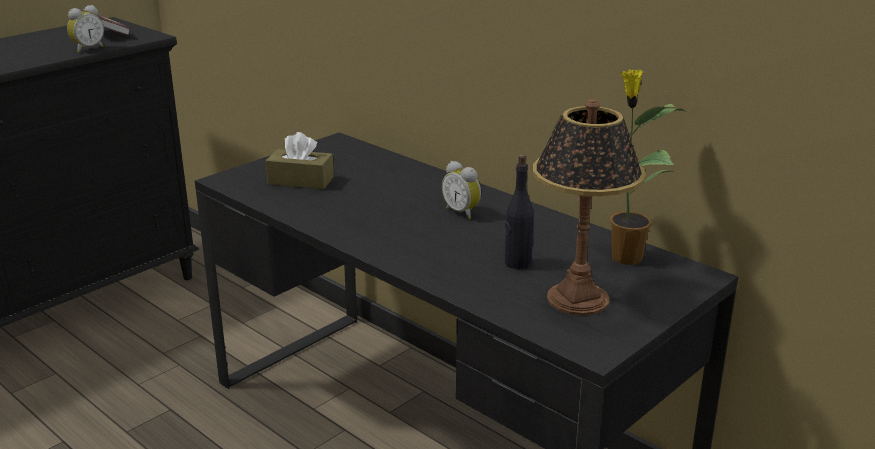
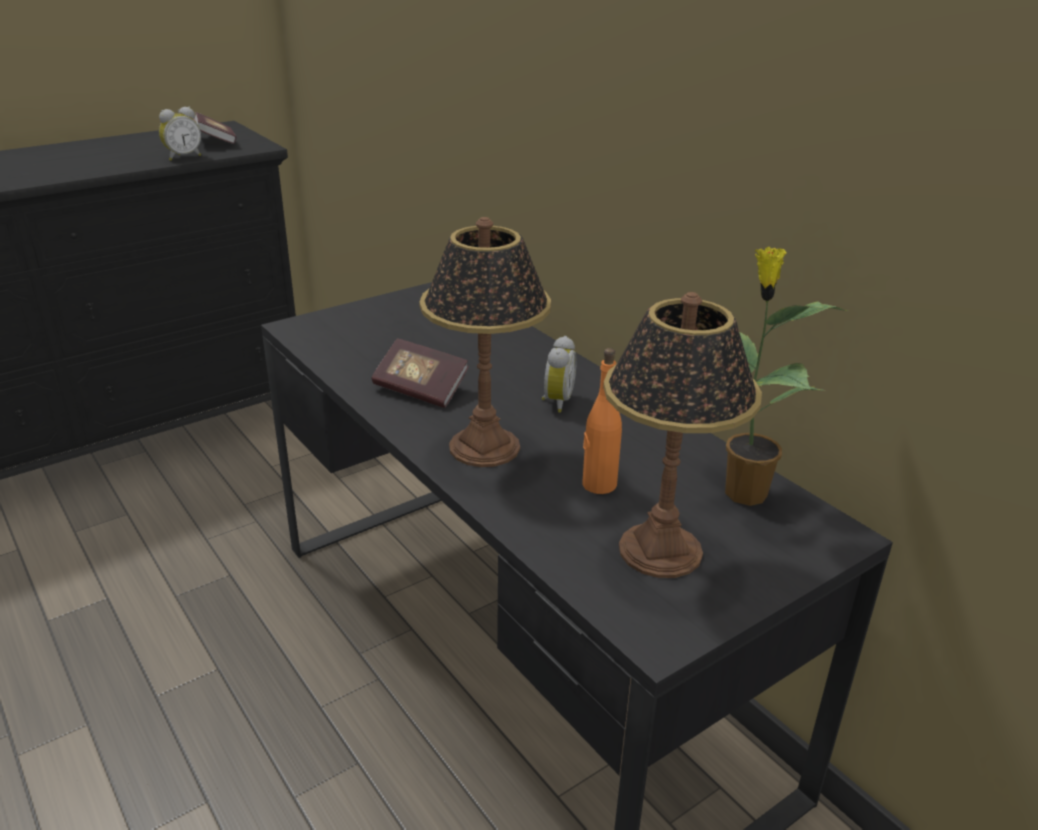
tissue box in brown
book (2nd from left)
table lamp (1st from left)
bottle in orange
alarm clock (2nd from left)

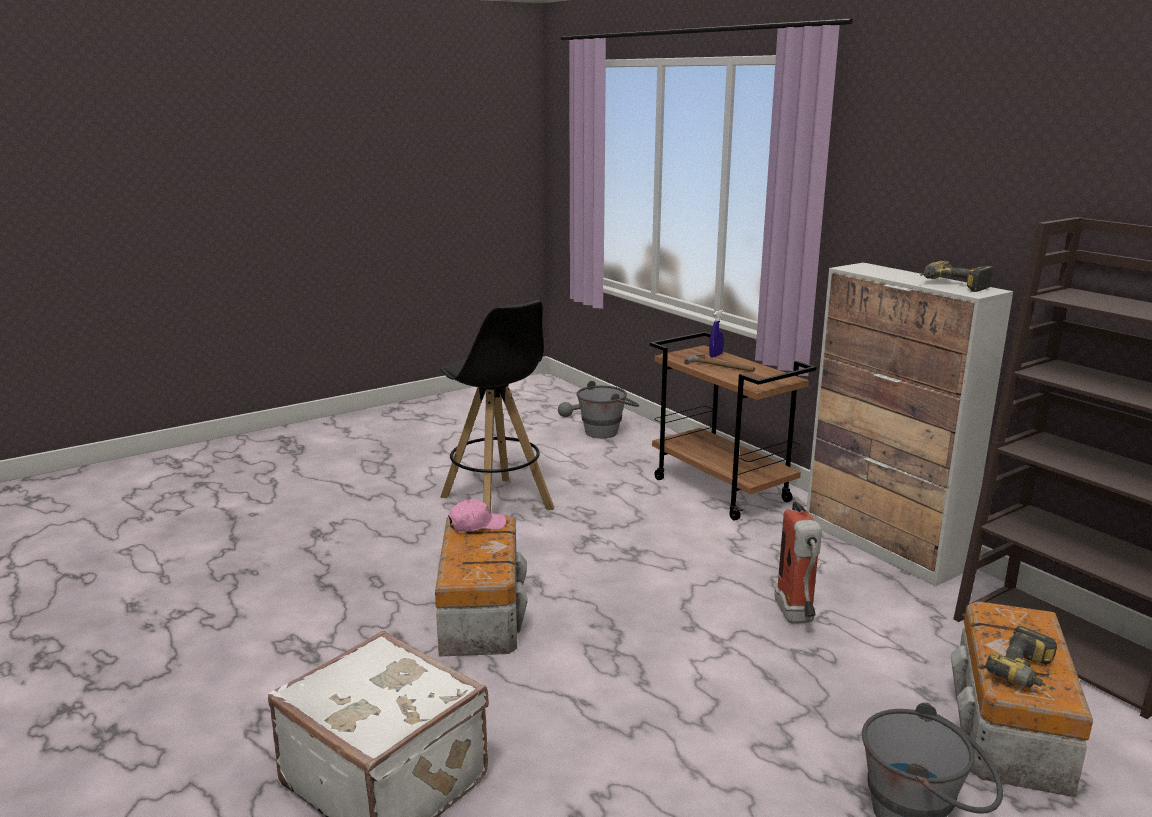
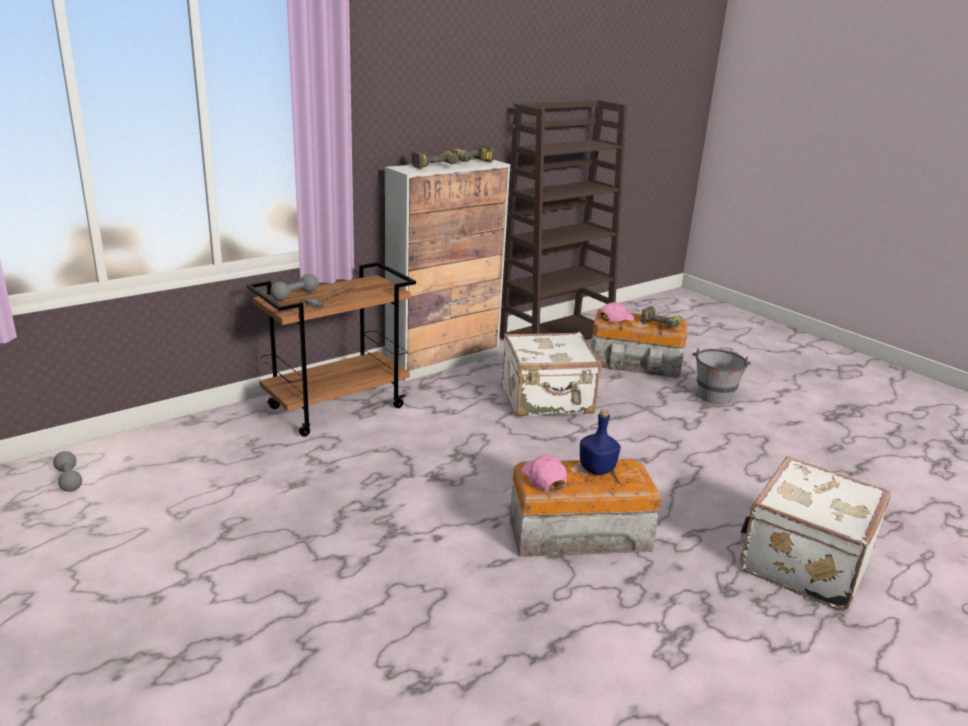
stool in black
bucket in grey (1st from left in the first image)
power drill (1st from left)
bottle in blue
cap in pink (2nd from left)
dumbbell in grey (2nd from left)
suitcase in white (1st from left)

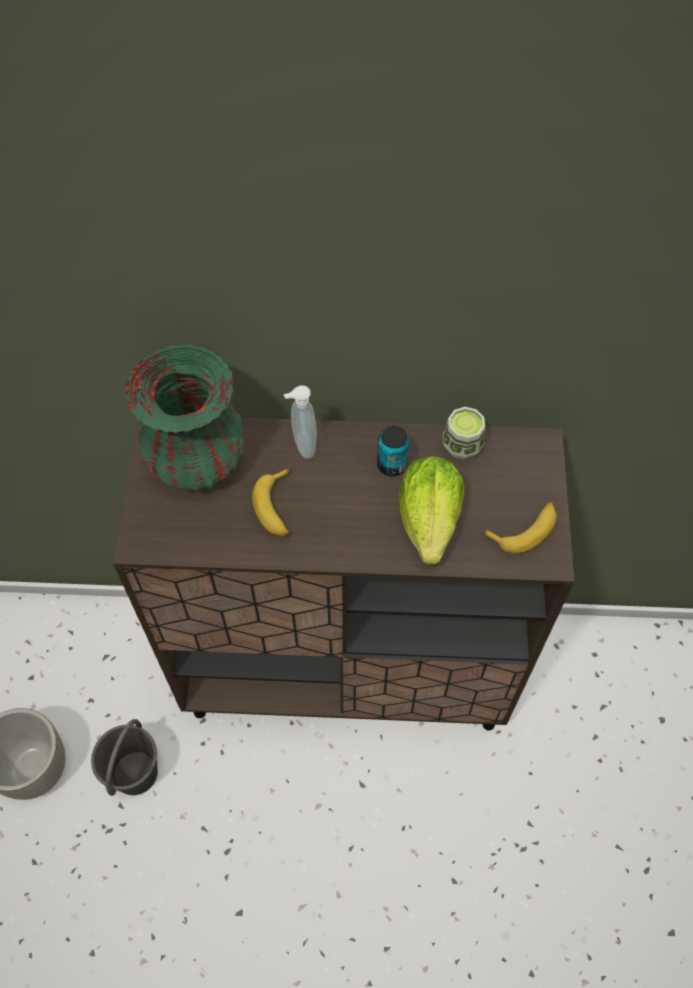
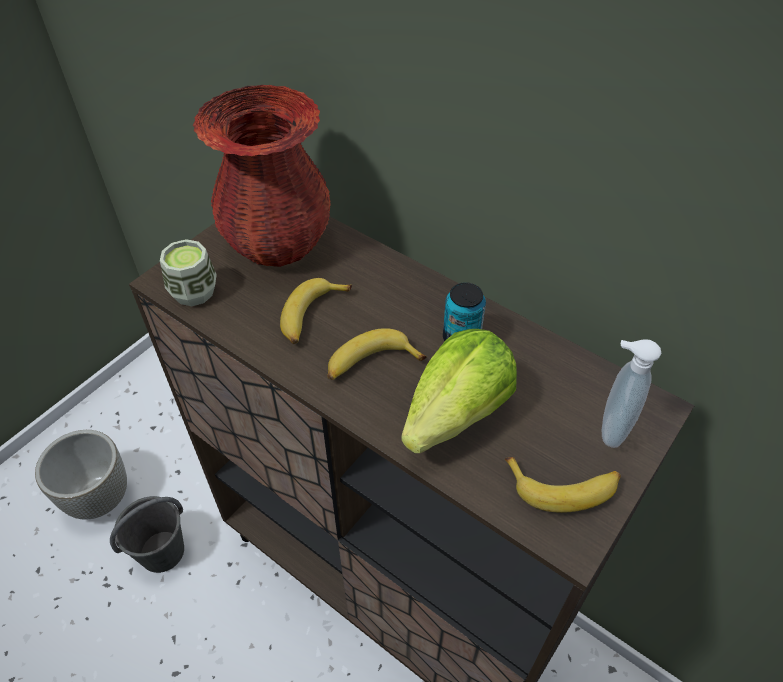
banana (2nd from left)
soap dispenser
cup
vase in red

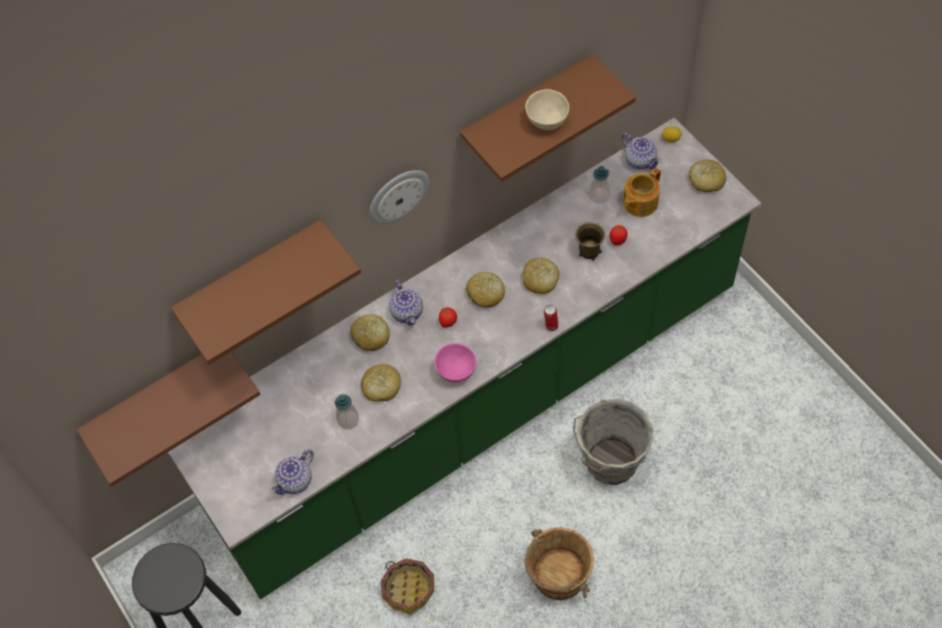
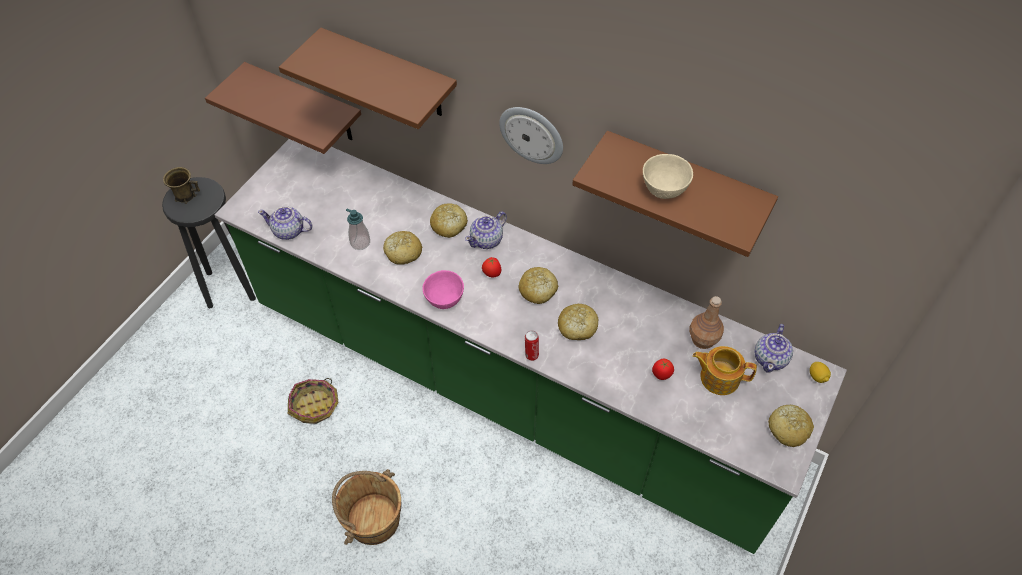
bucket in grey
mug in brown
bottle in brown

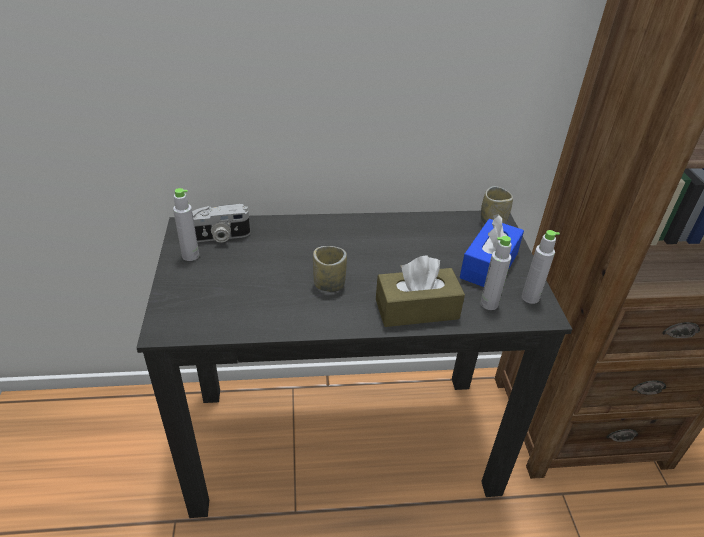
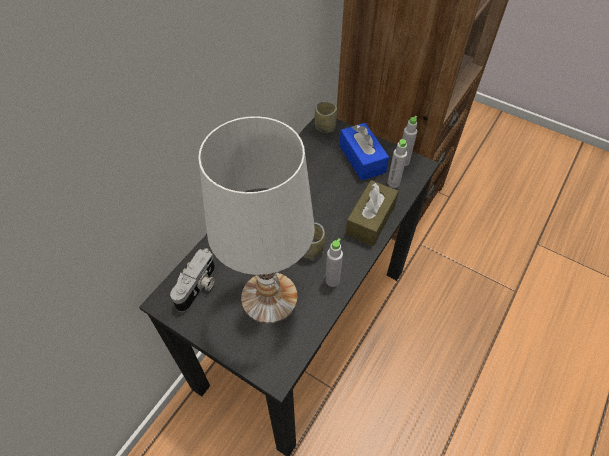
table lamp in white
bottle in grey (1st from left)

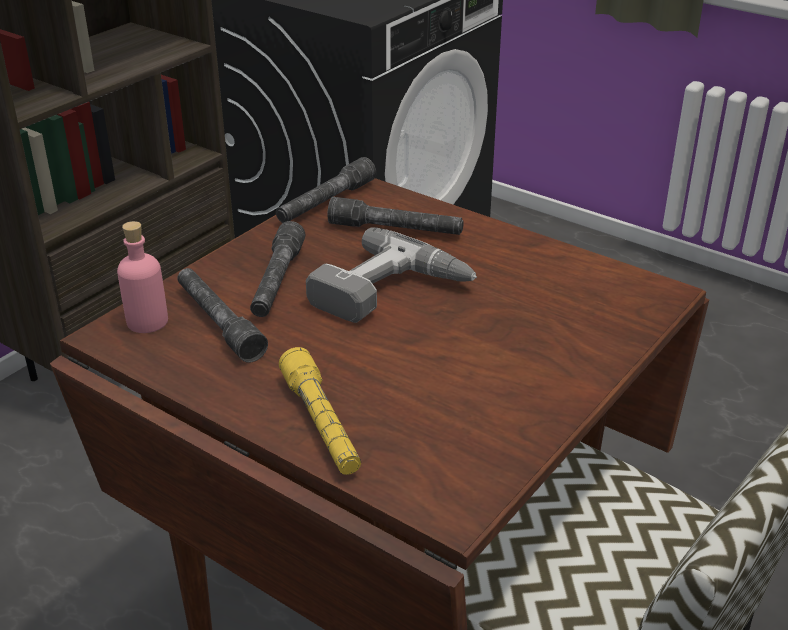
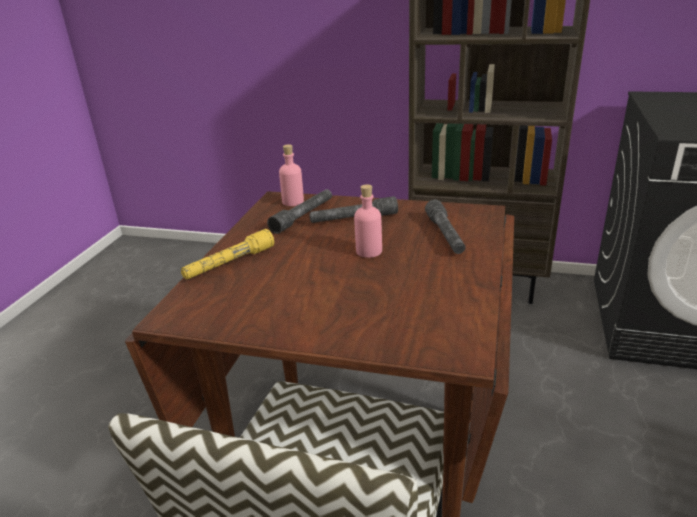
flashlight in grey (3rd from left in the first image)
bottle in pink (2nd from left)

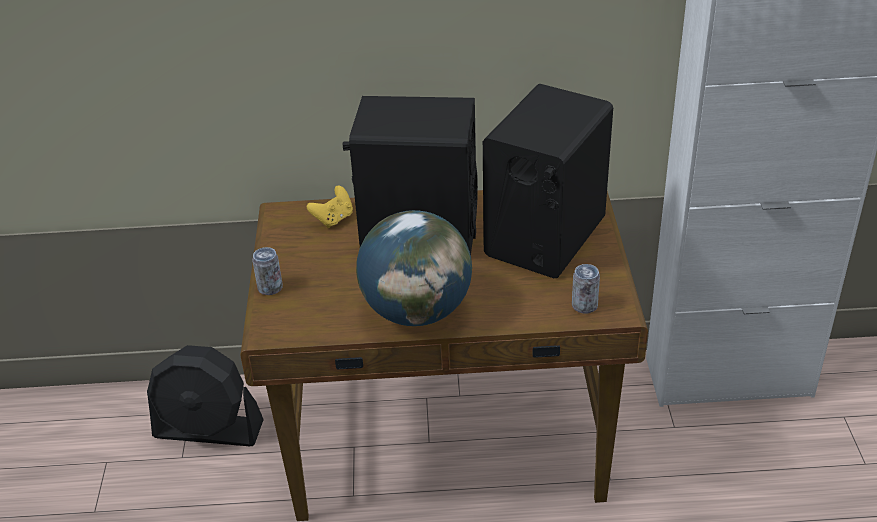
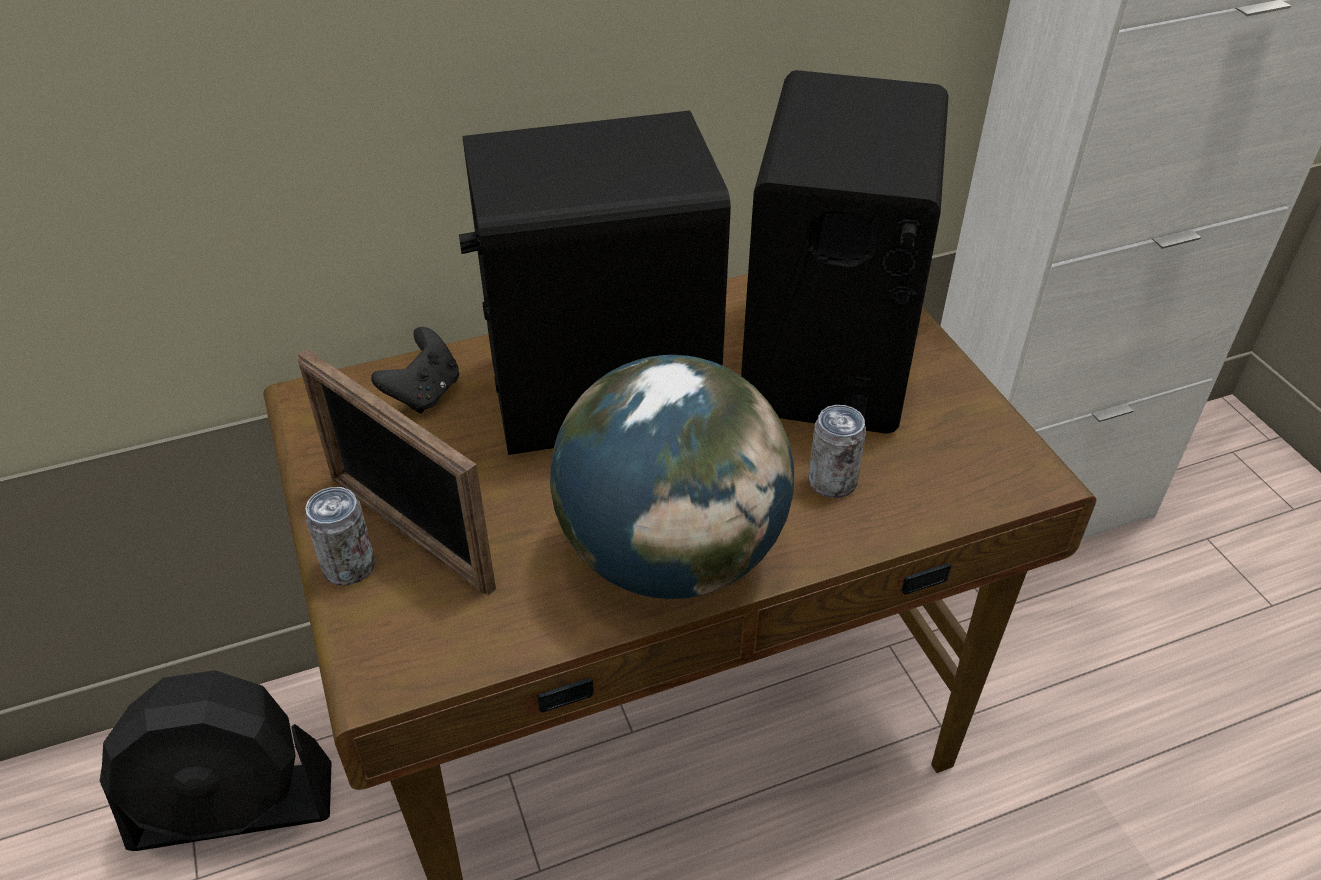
picture frame
can (2nd from left)
game controller in black

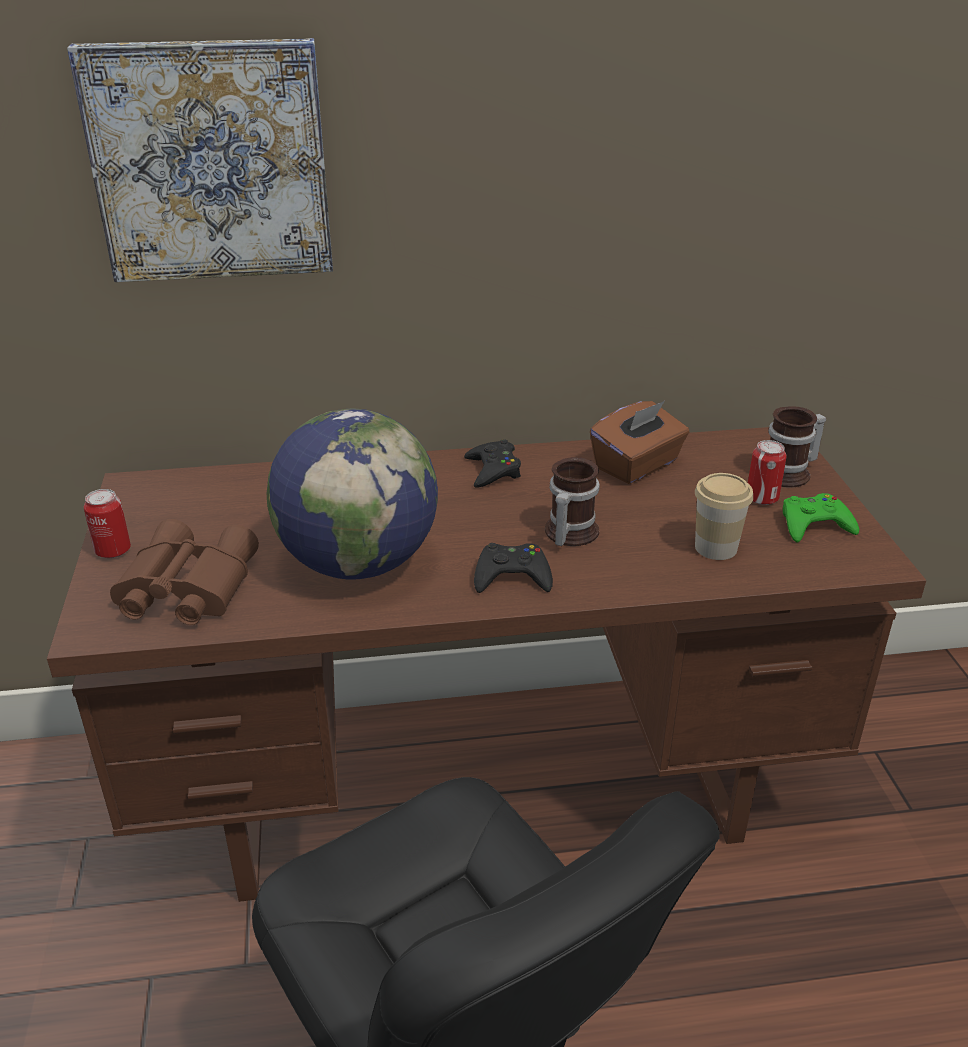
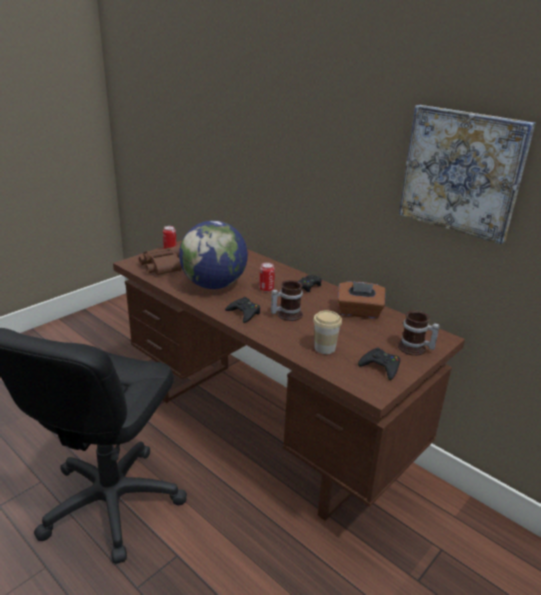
picture
can (2nd from left)
game controller in black (3rd from left)

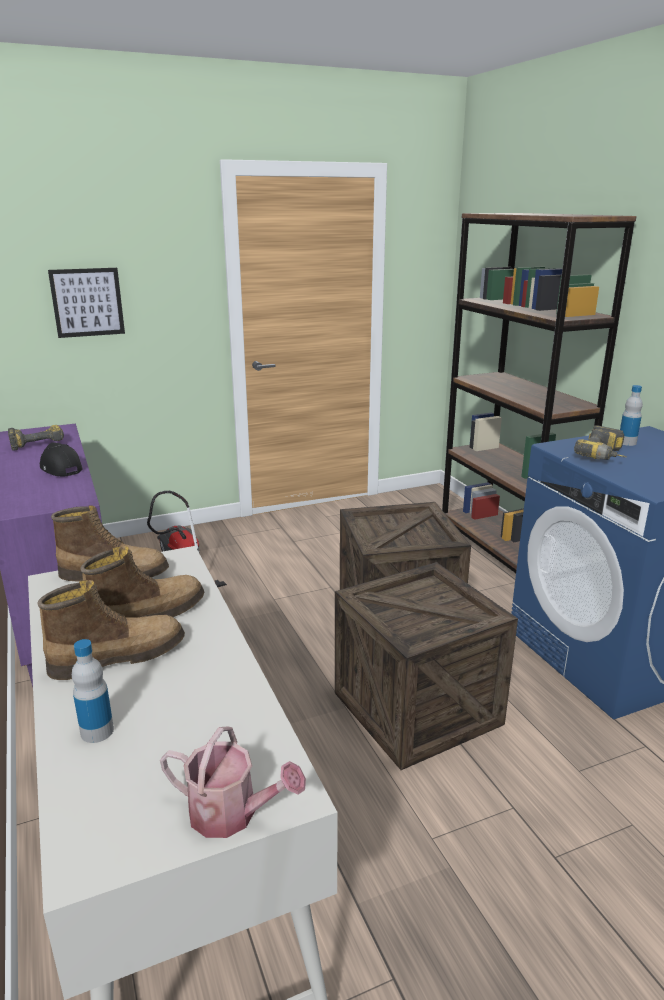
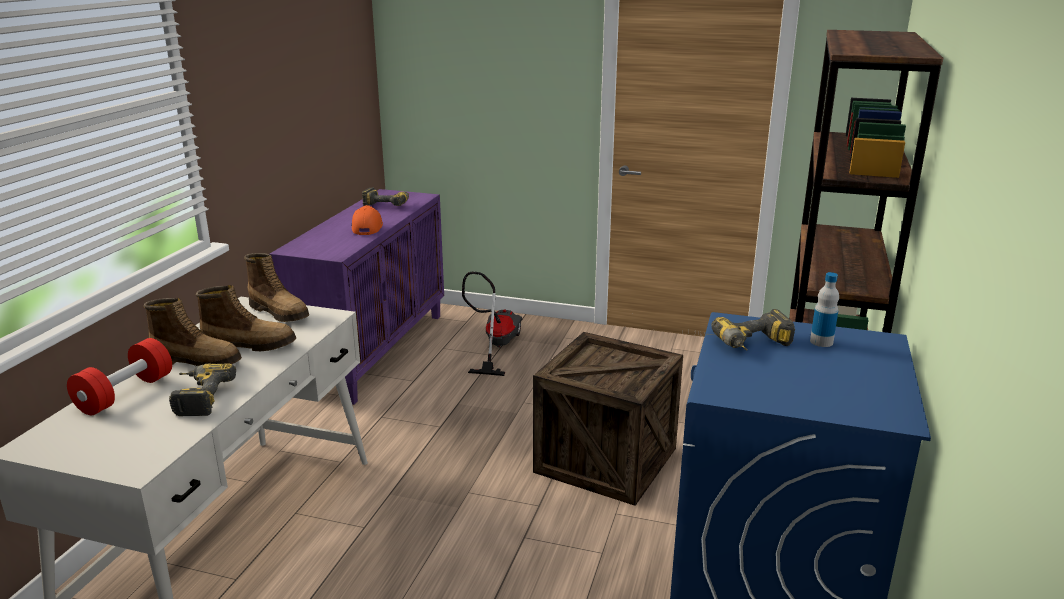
picture
watering can
crate (2nd from left in the first image)
power drill (1st from left)
dumbbell in red
cap in orange

